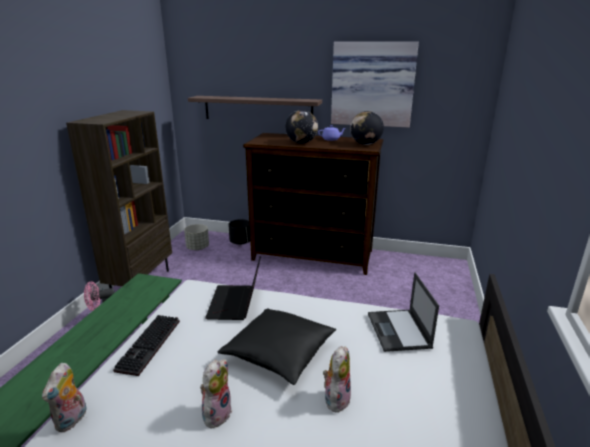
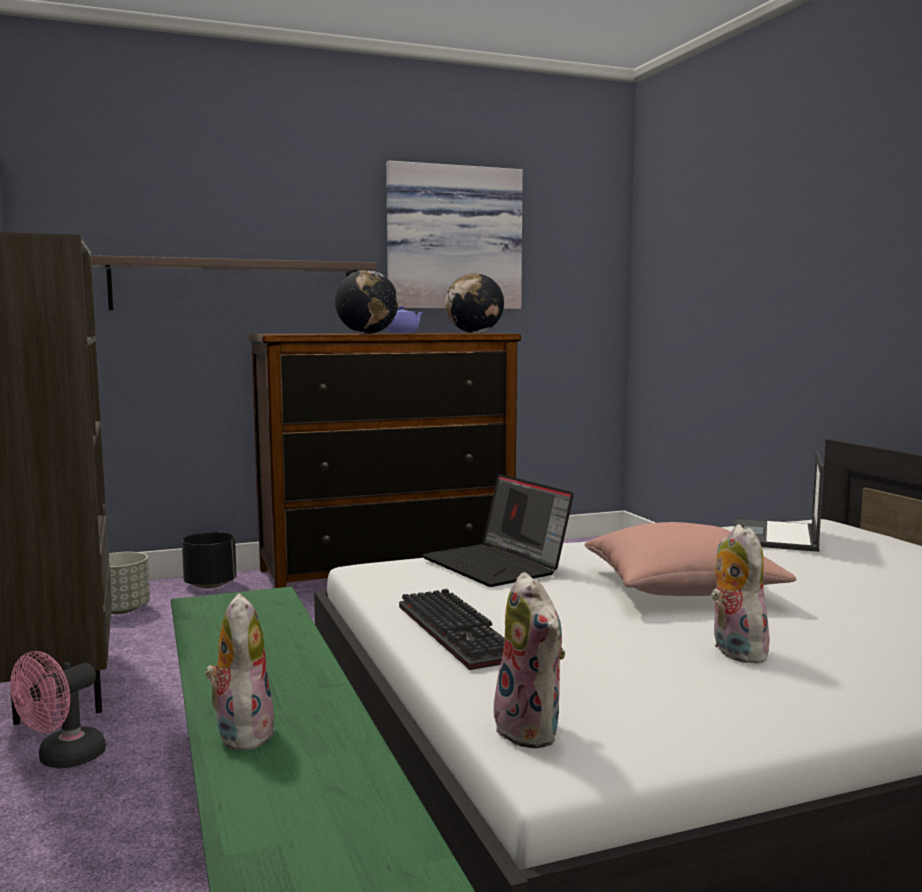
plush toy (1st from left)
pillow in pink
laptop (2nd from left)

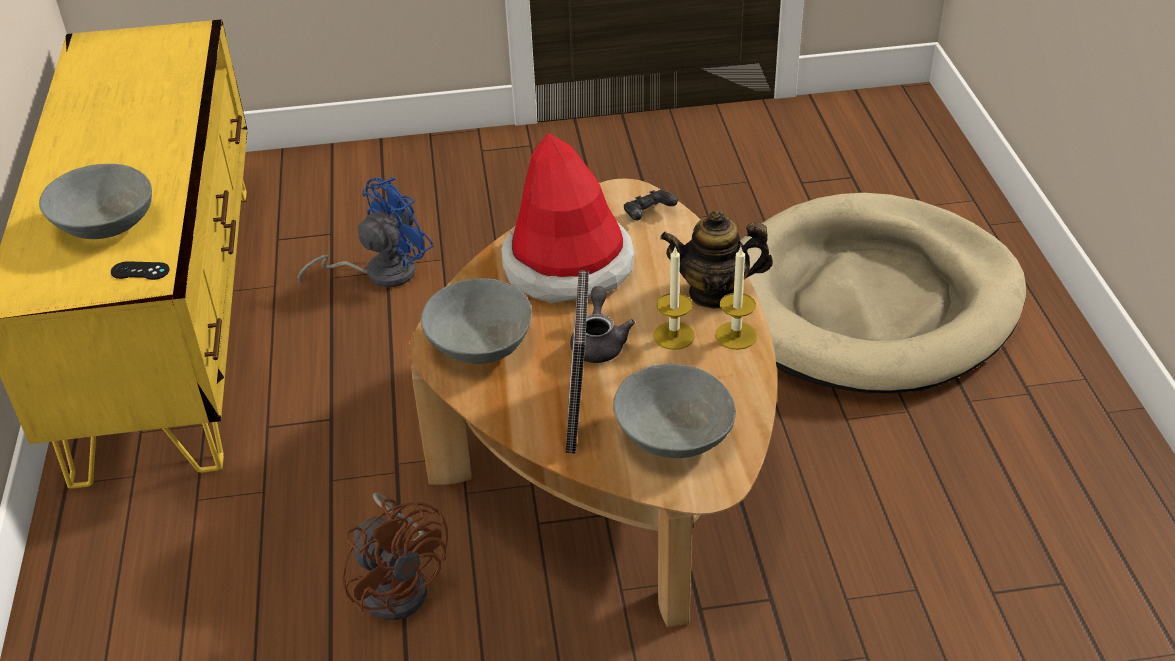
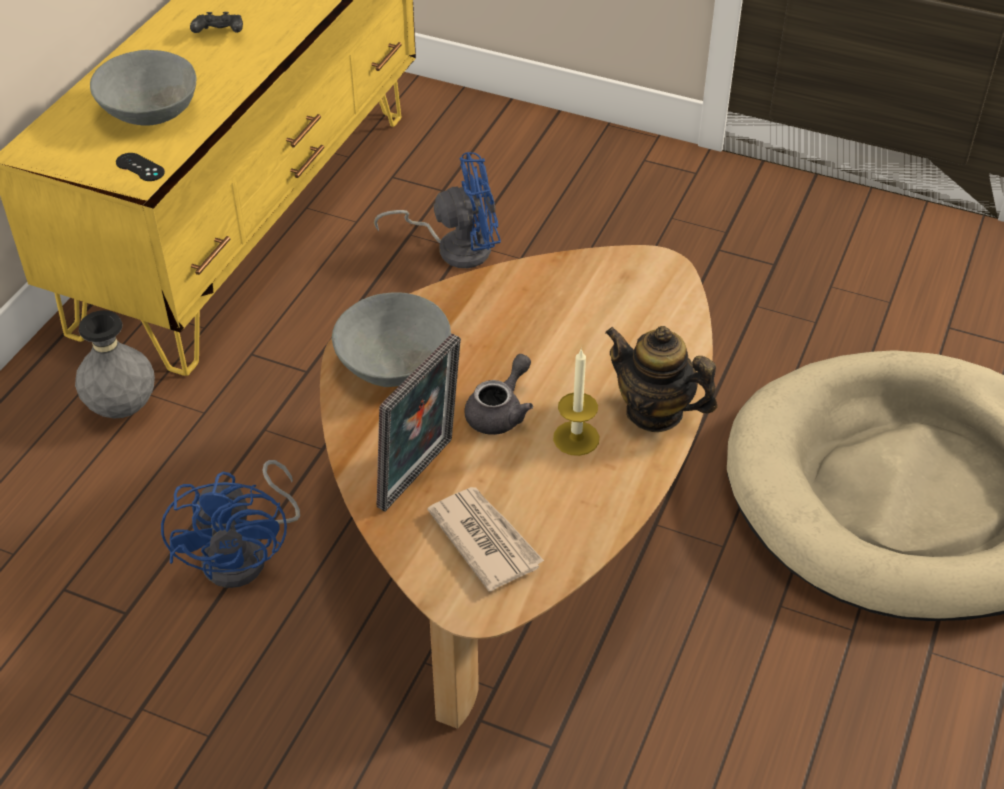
hat
candle (2nd from left in the first image)
vase in grey
game controller in black (2nd from left)
newspaper
fan in blue (1st from left)

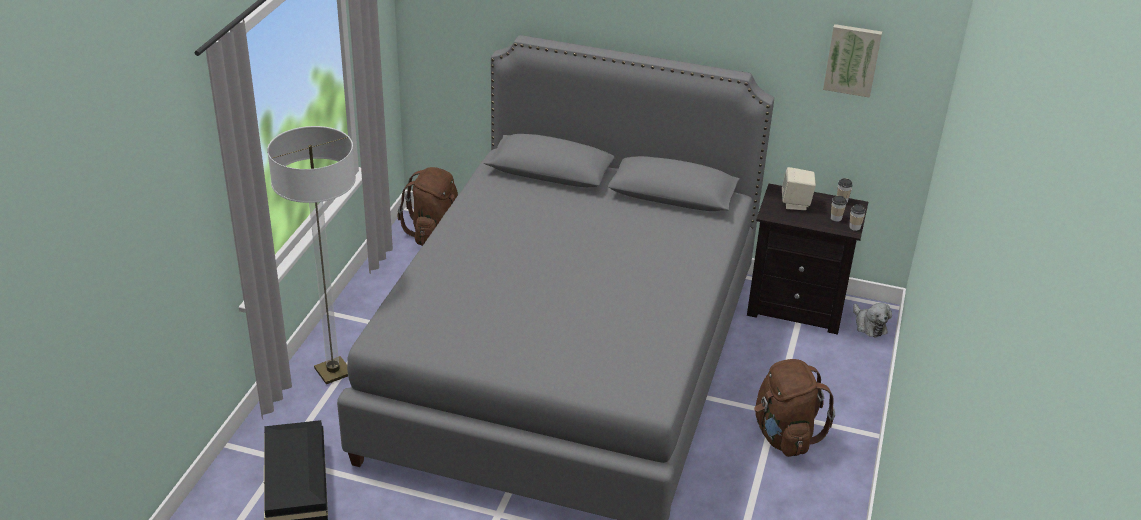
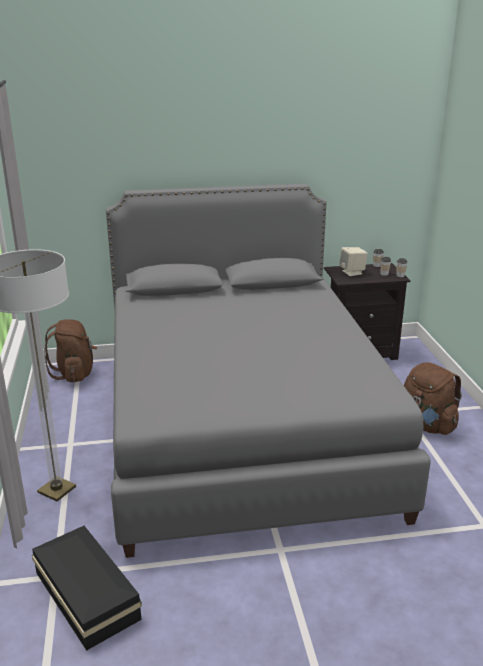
picture
plush toy

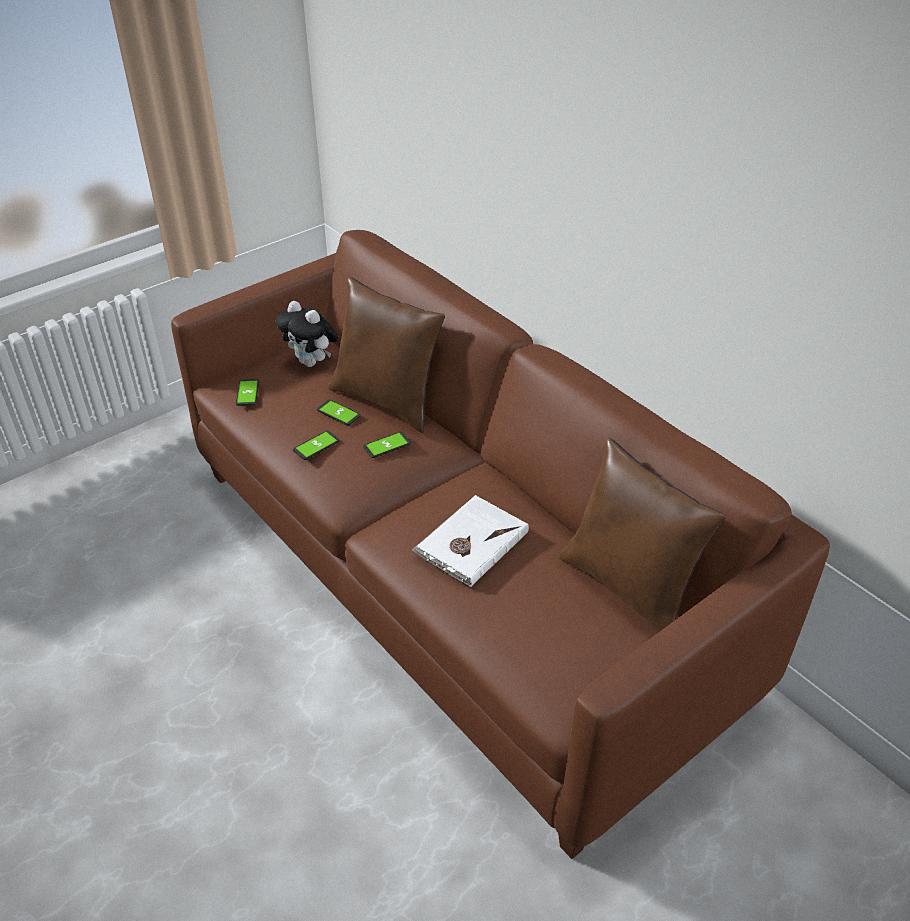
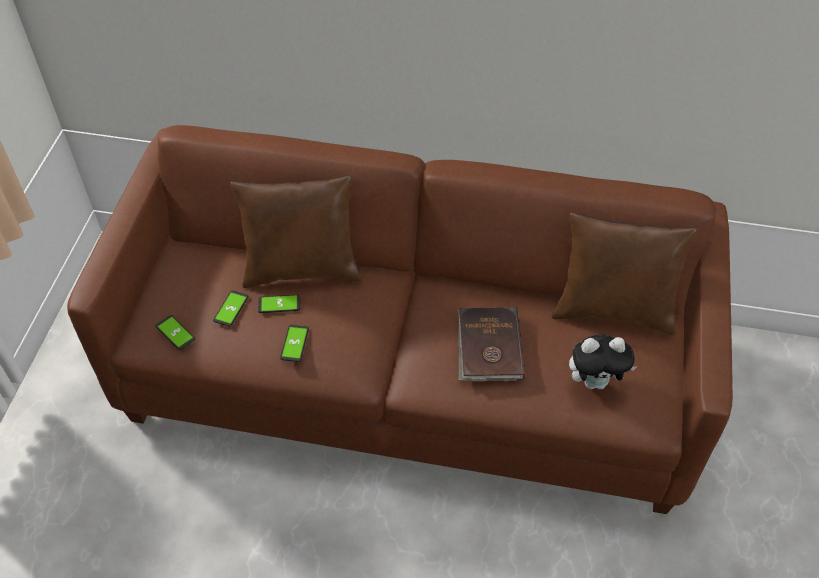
plush toy
phone (2nd from left)
book in brown

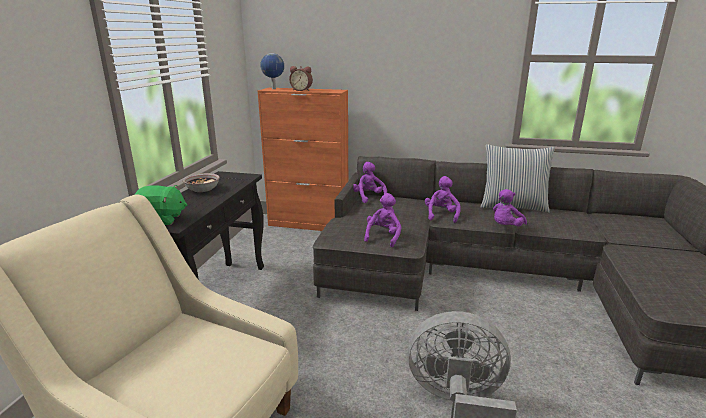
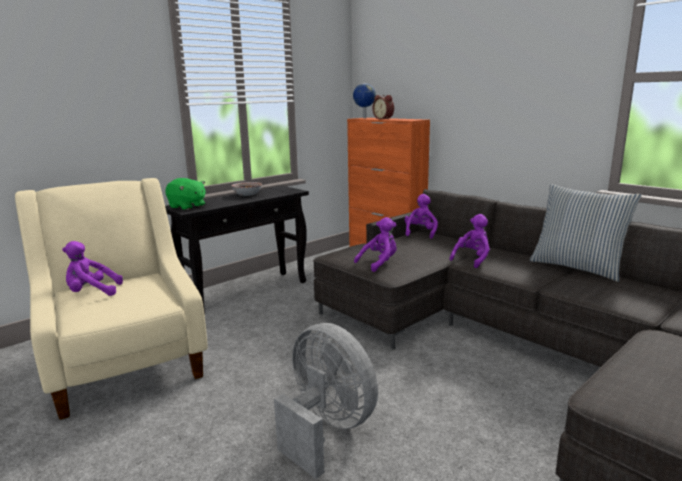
plush toy in purple (1st from left)

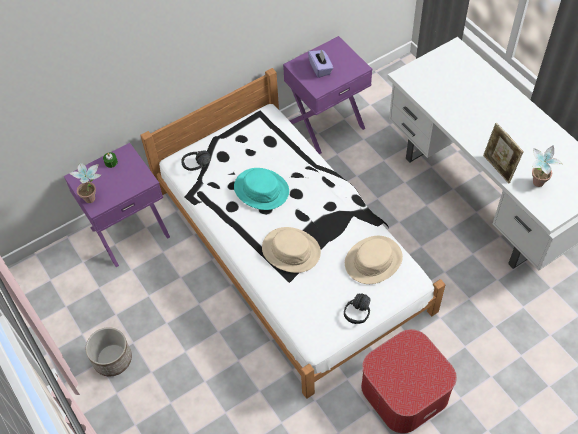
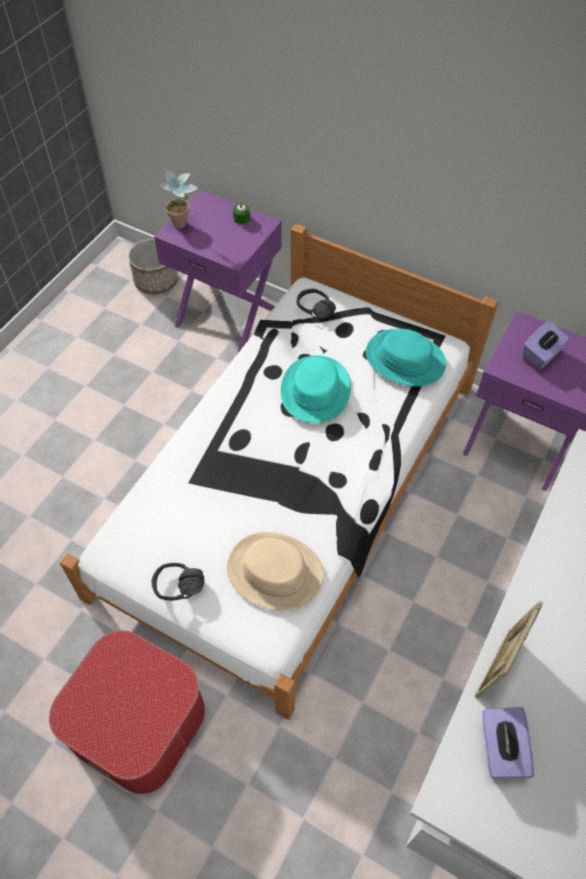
hat in beige (1st from left in the first image)
hat in turquoise (2nd from left)
planter
tissue box in purple (1st from left)

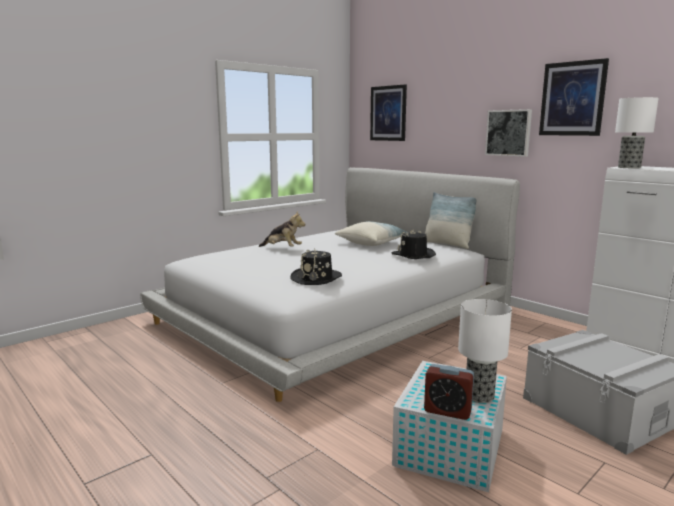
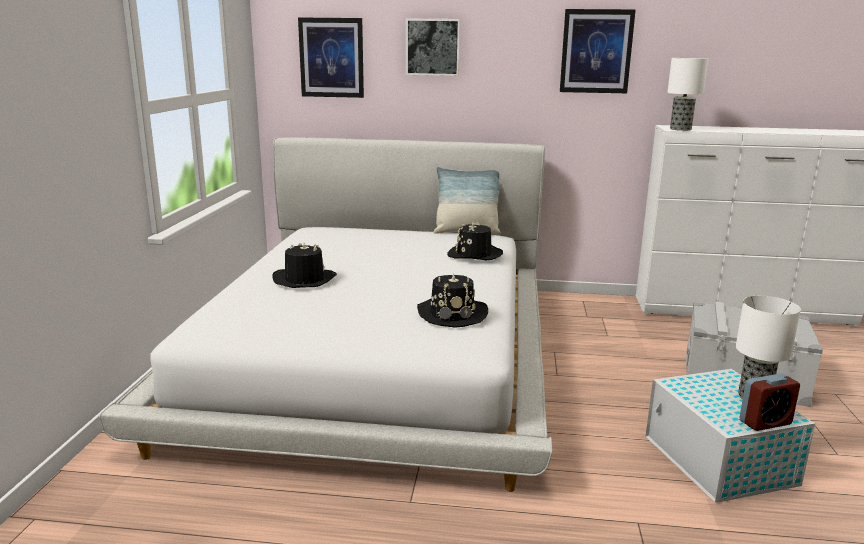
pillow (1st from left in the first image)
picture (2nd from left)
hat in black (1st from left)

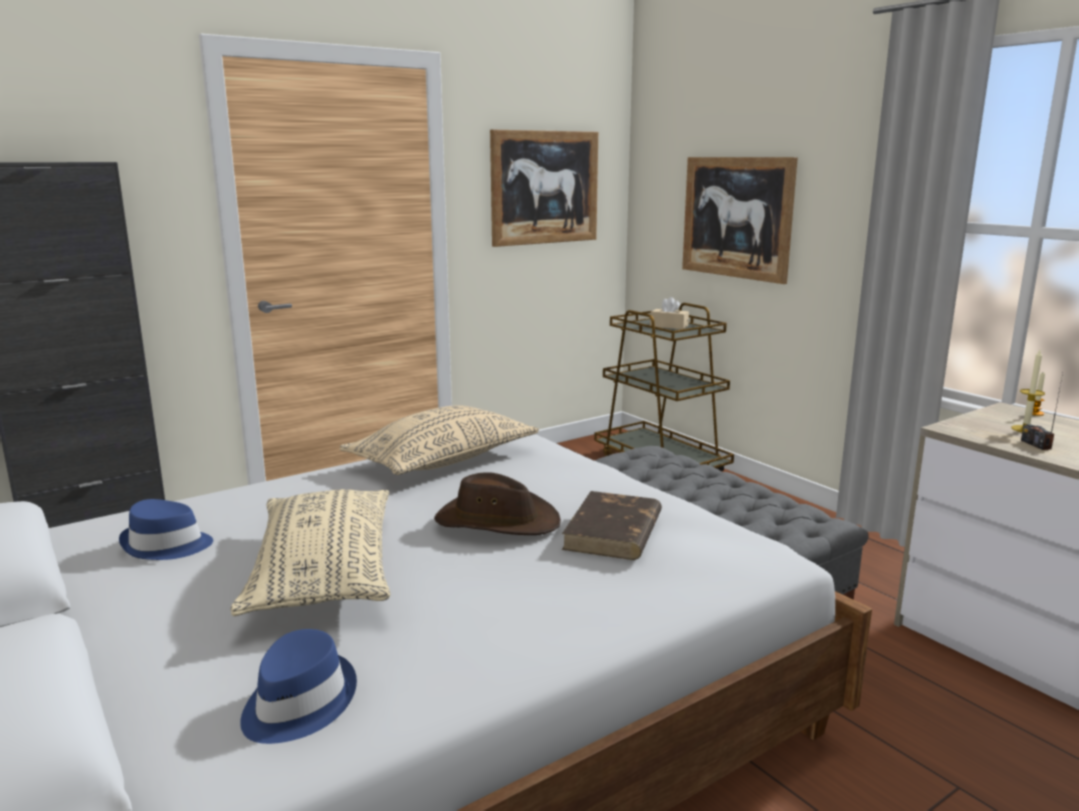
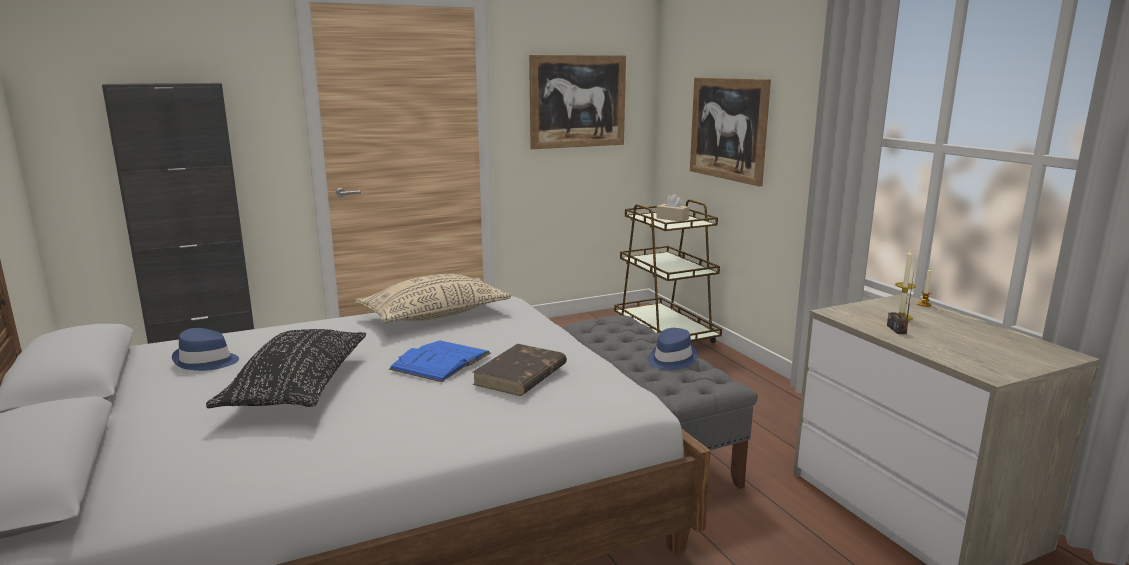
hat in blue (2nd from left)
book in blue
pillow in black

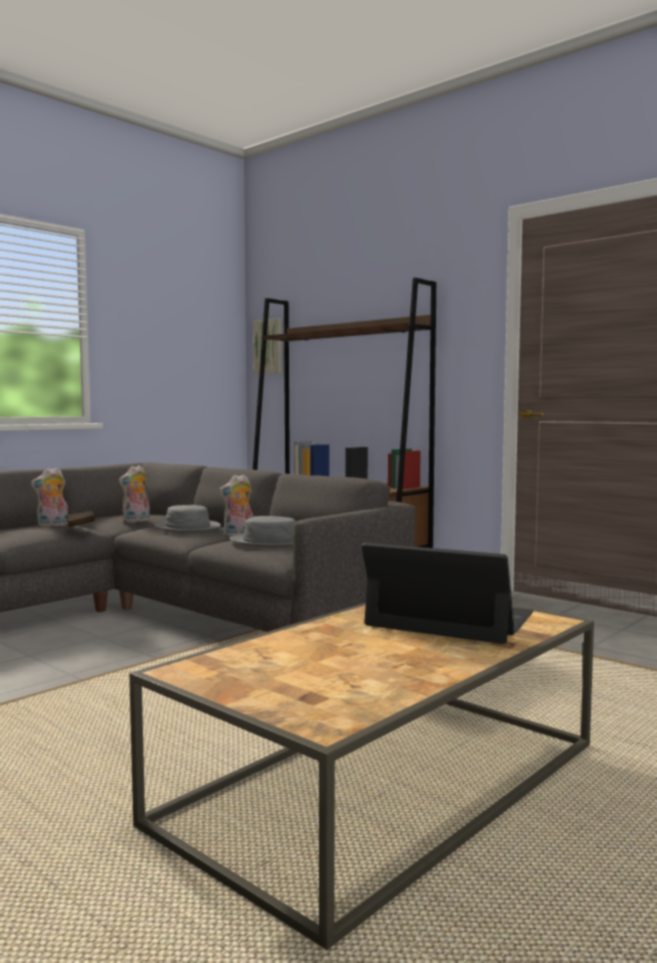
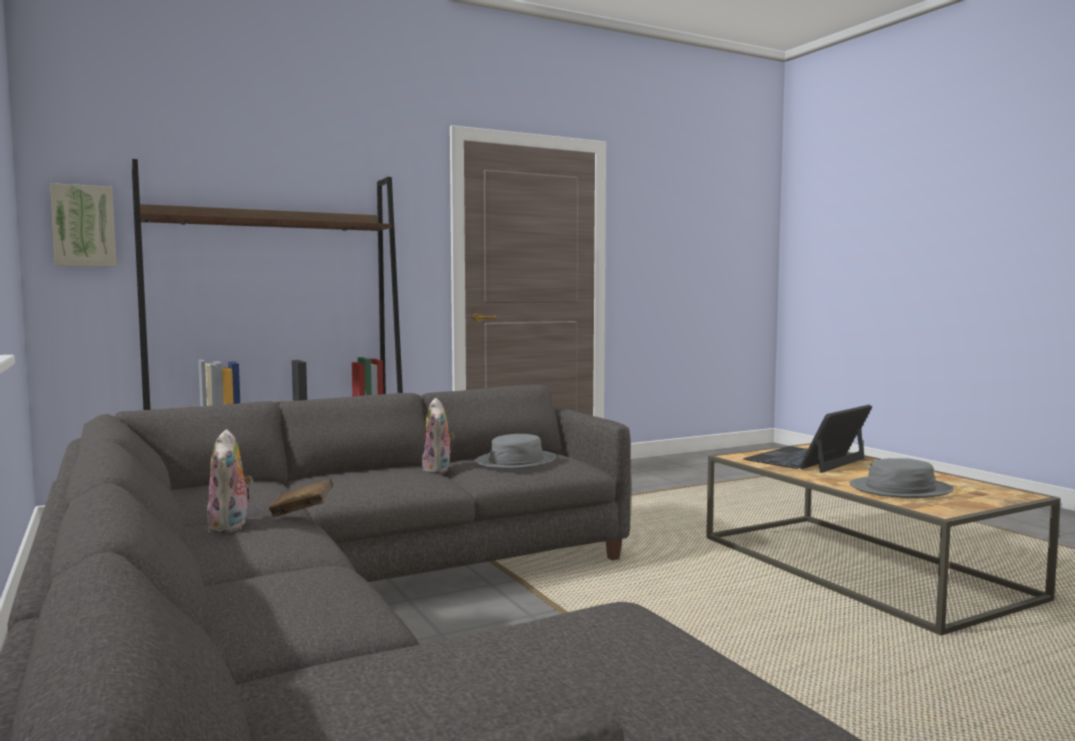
plush toy (2nd from left in the first image)
hat in grey (2nd from left)

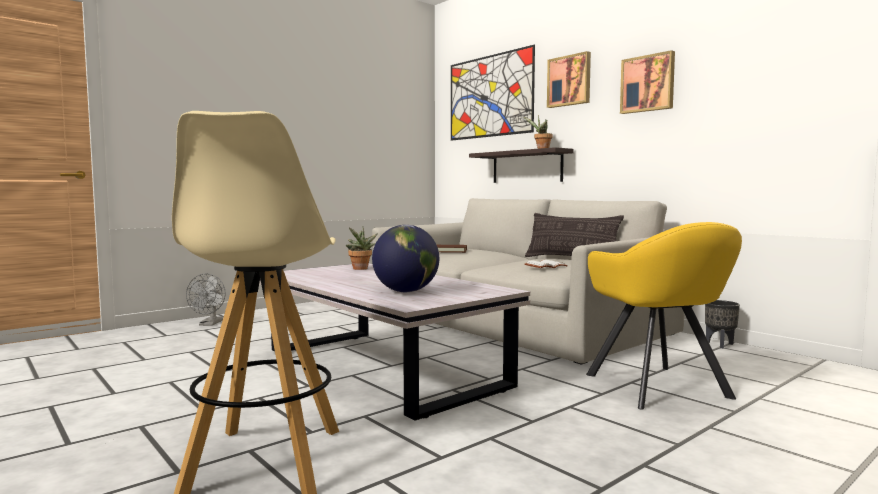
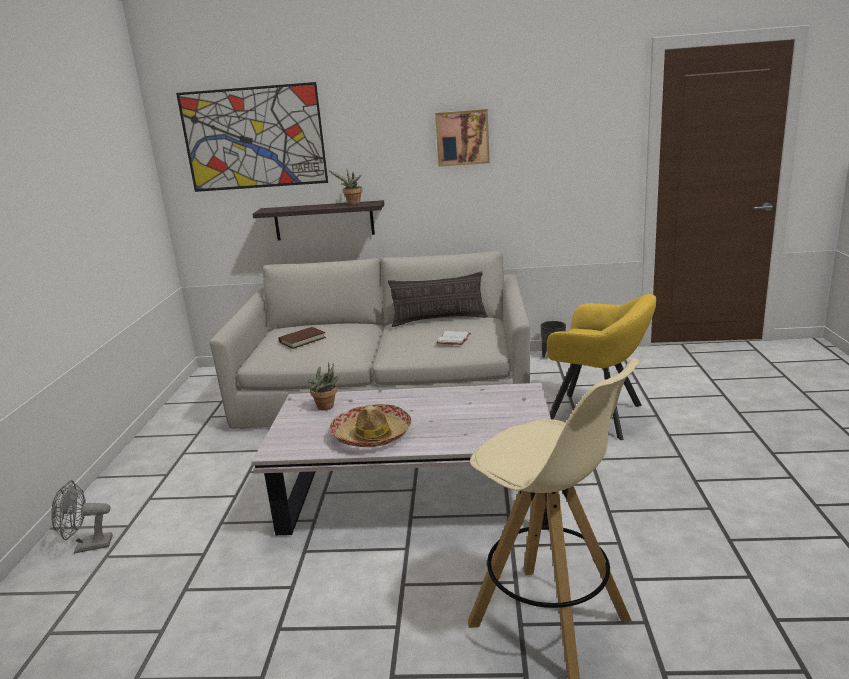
globe
picture (2nd from left in the first image)
hat
fan in grey

